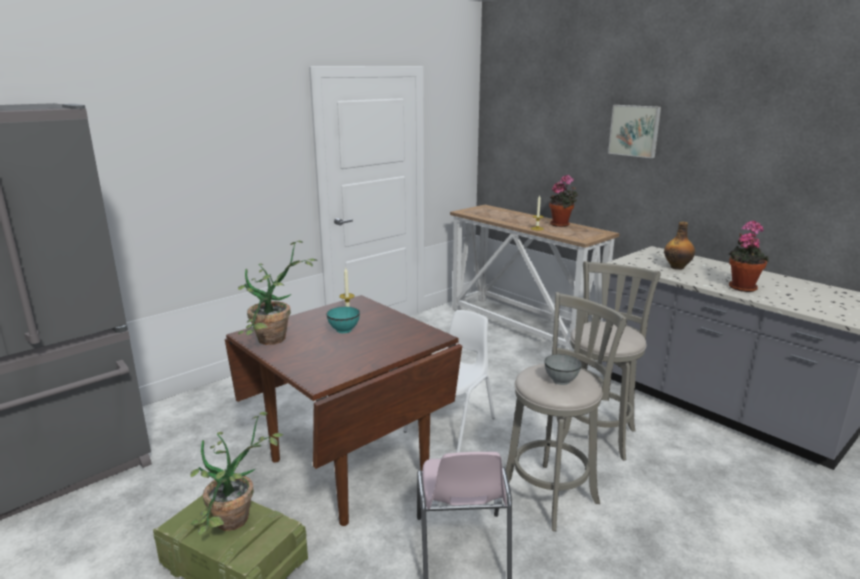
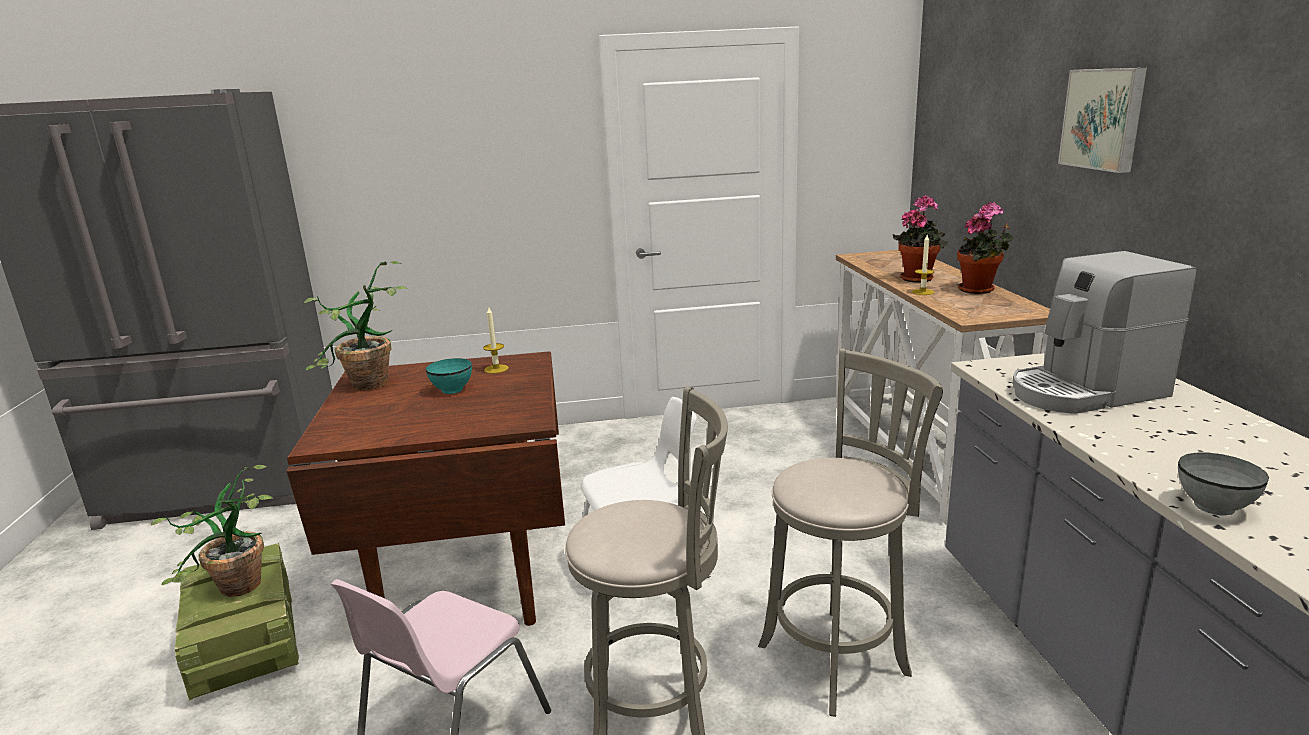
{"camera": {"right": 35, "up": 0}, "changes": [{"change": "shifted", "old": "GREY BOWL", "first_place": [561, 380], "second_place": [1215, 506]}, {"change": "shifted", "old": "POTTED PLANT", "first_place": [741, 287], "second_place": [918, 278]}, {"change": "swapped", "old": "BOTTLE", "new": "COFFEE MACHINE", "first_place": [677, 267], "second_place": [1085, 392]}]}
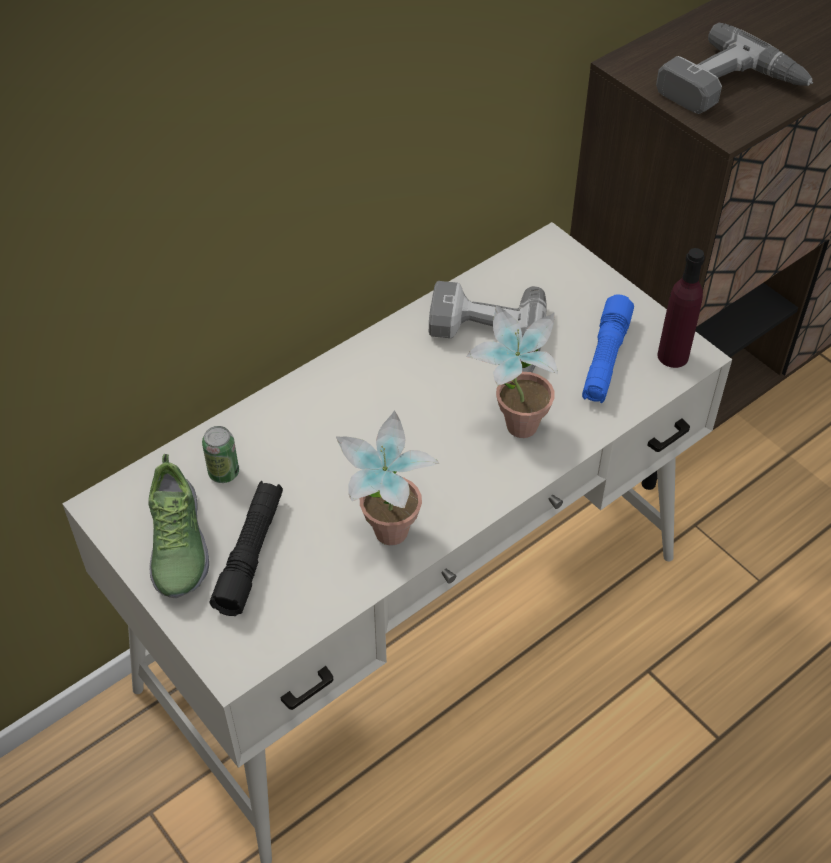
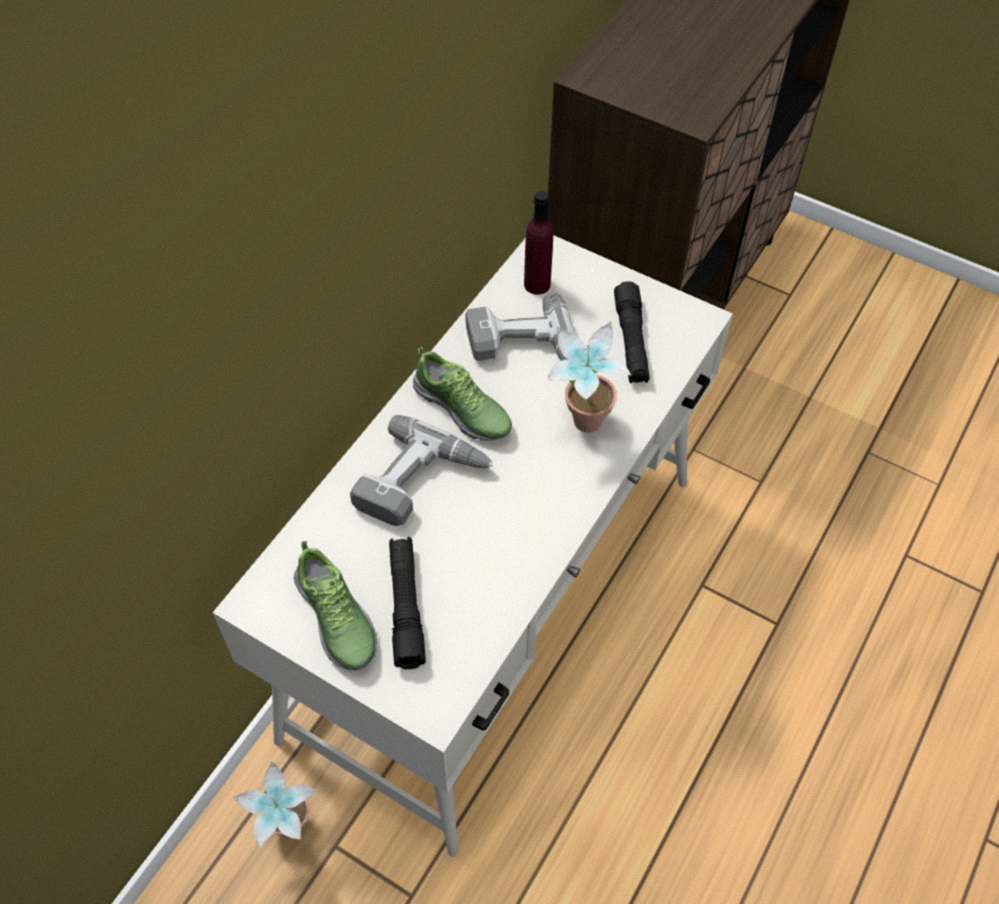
{"camera": {"right": -20, "up": 5}, "changes": [{"change": "gone", "old": "CAN", "first_place": [224, 473]}, {"change": "new", "new": "SHOE", "second_place": [463, 409]}, {"change": "shifted", "old": "POTTED PLANT", "first_place": [387, 542], "second_place": [290, 834]}, {"change": "shifted", "old": "POWER DRILL", "first_place": [731, 89], "second_place": [421, 484]}, {"change": "shifted", "old": "PURPLE BOTTLE", "first_place": [673, 356], "second_place": [537, 284]}, {"change": "repainted", "old": "BLUE FLASHLIGHT", "new": "BLACK FLASHLIGHT", "first_place": [605, 359], "second_place": [631, 341]}]}
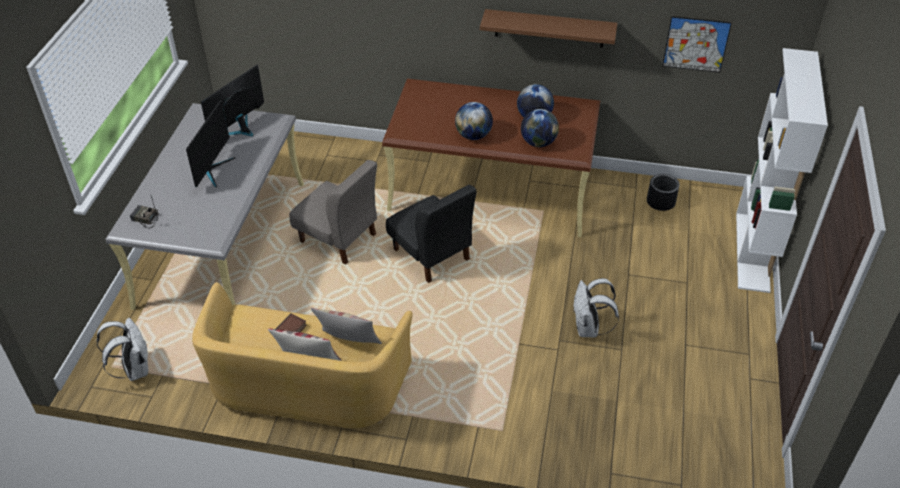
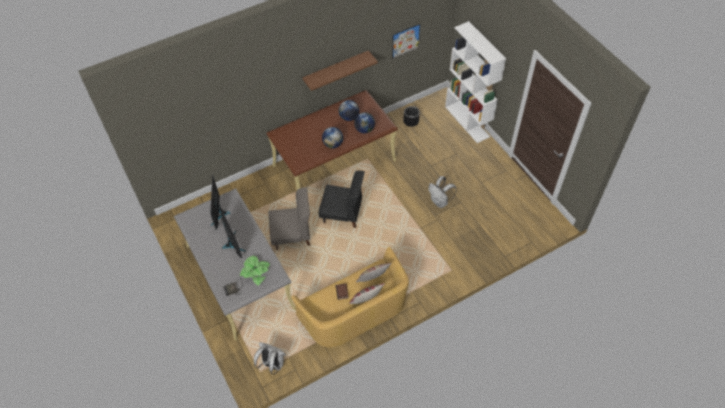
{"camera": {"right": -40, "up": 10}, "changes": [{"change": "new", "new": "POTTED PLANT", "second_place": [255, 271]}]}
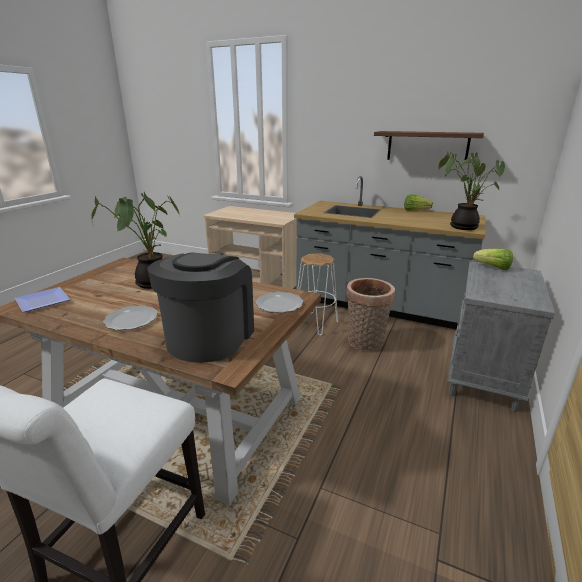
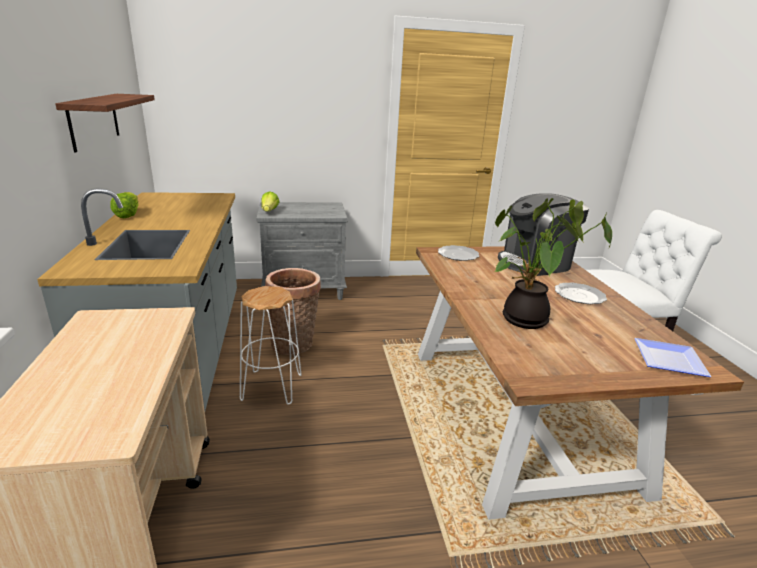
{"camera": {"right": -125, "up": 0}, "changes": [{"change": "gone", "old": "POTTED PLANT", "first_place": [463, 226]}]}
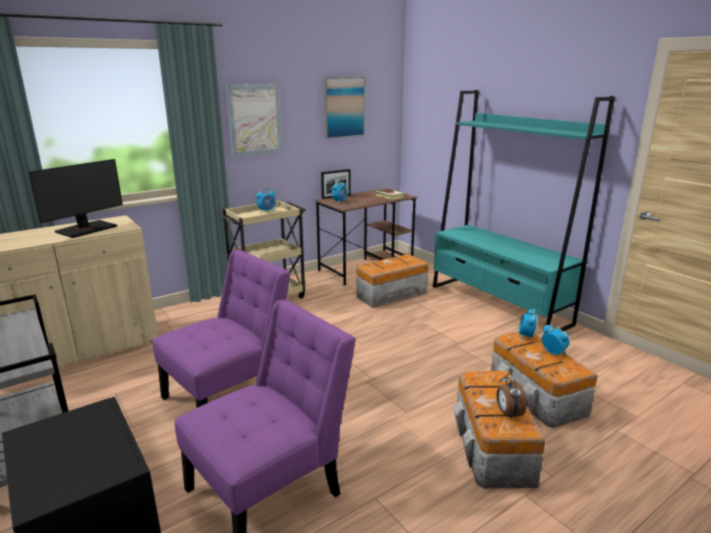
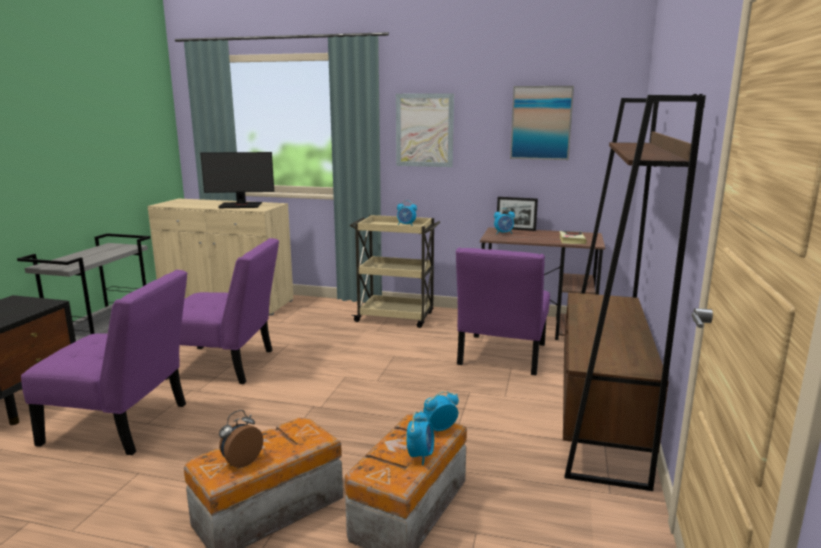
{"camera": {"right": 50, "up": -5}, "changes": [{"change": "swapped", "old": "STORAGE BOX", "new": "PURPLE CHAIR", "first_place": [390, 295], "second_place": [501, 357]}, {"change": "repainted", "old": "TURQUOISE BOOKCASE", "new": "BROWN BOOKCASE", "first_place": [498, 305], "second_place": [600, 419]}]}
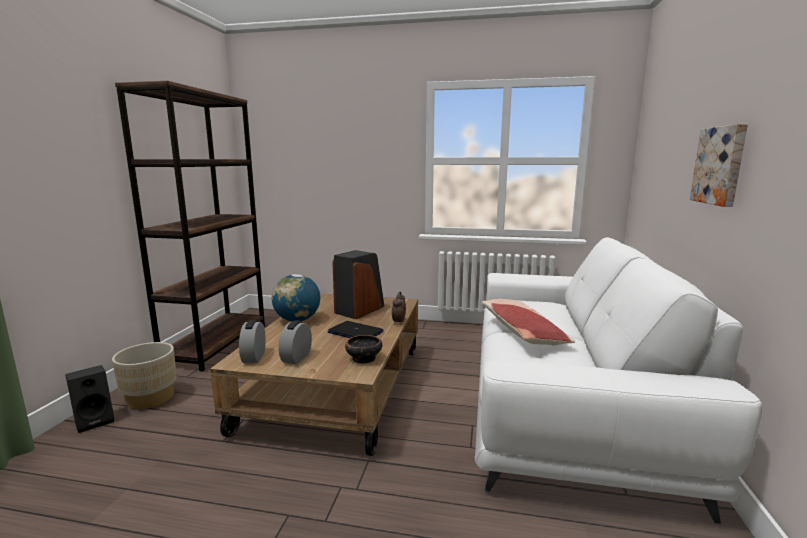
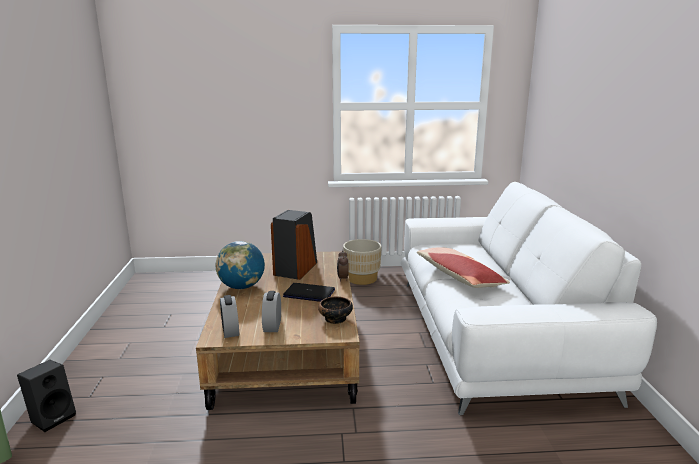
{"camera": {"right": -15, "up": 5}, "changes": [{"change": "gone", "old": "BROWN BOOKCASE", "first_place": [217, 344]}, {"change": "gone", "old": "PICTURE", "first_place": [720, 165]}, {"change": "shifted", "old": "BEIGE PLANTER", "first_place": [150, 398], "second_place": [362, 278]}]}
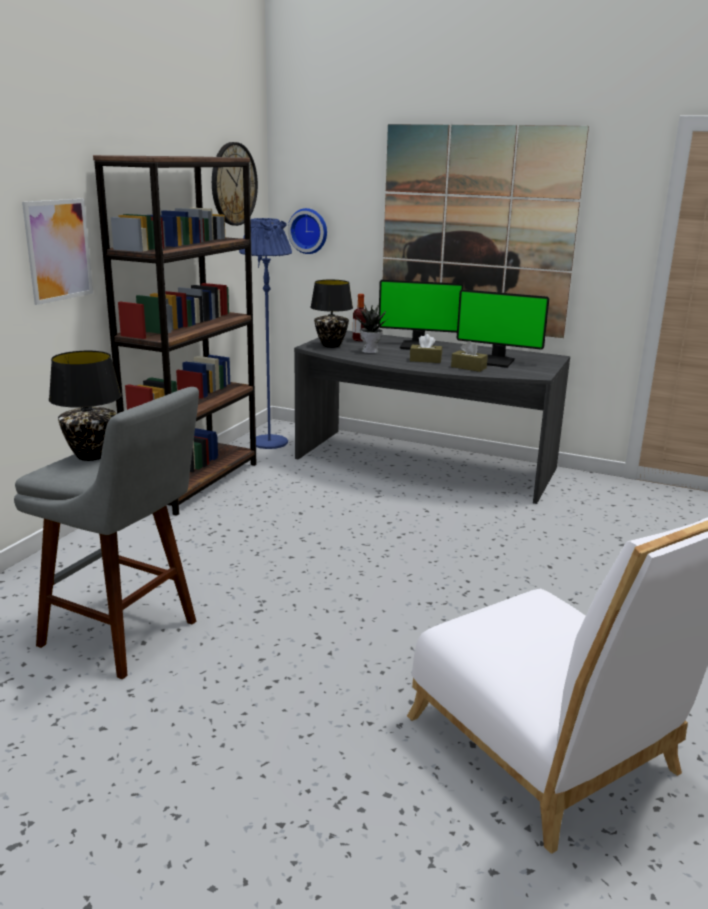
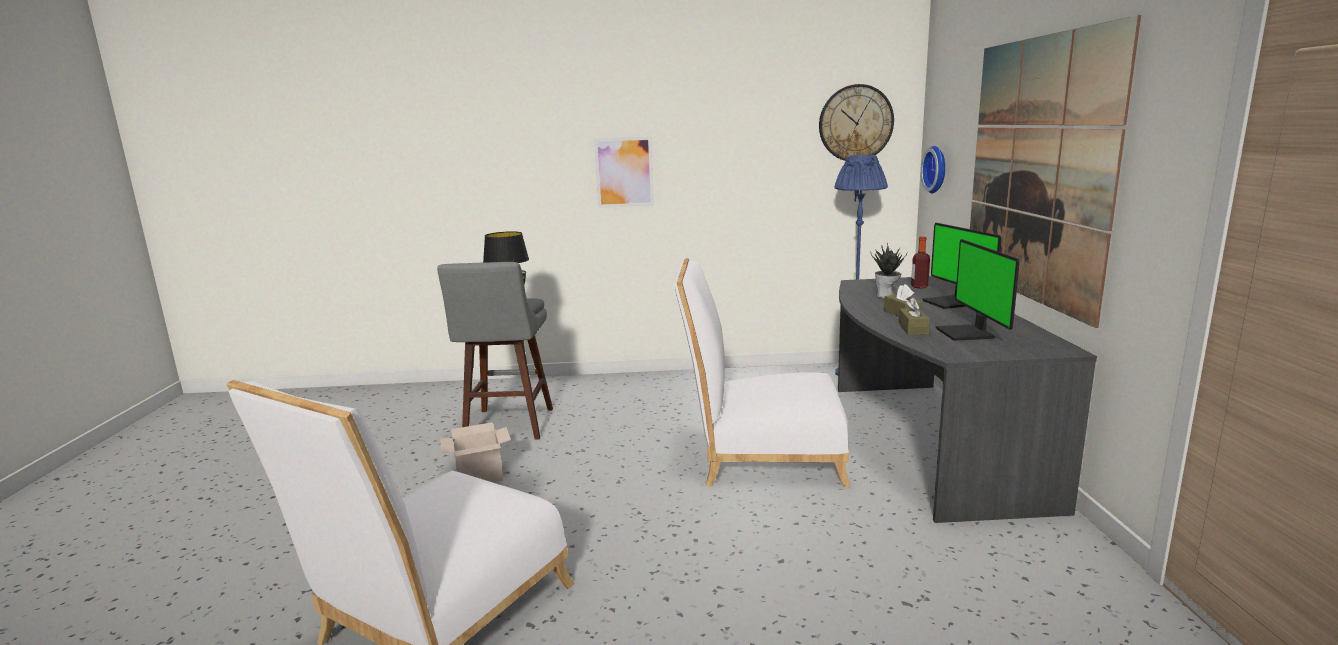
{"camera": {"right": 65, "up": -5}, "changes": [{"change": "gone", "old": "BROWN BOOKCASE", "first_place": [195, 482]}, {"change": "gone", "old": "BLACK TABLE LAMP", "first_place": [330, 345]}, {"change": "new", "new": "CARDBOARD BOX", "second_place": [481, 476]}, {"change": "new", "new": "WHITE CHAIR", "second_place": [761, 458]}]}
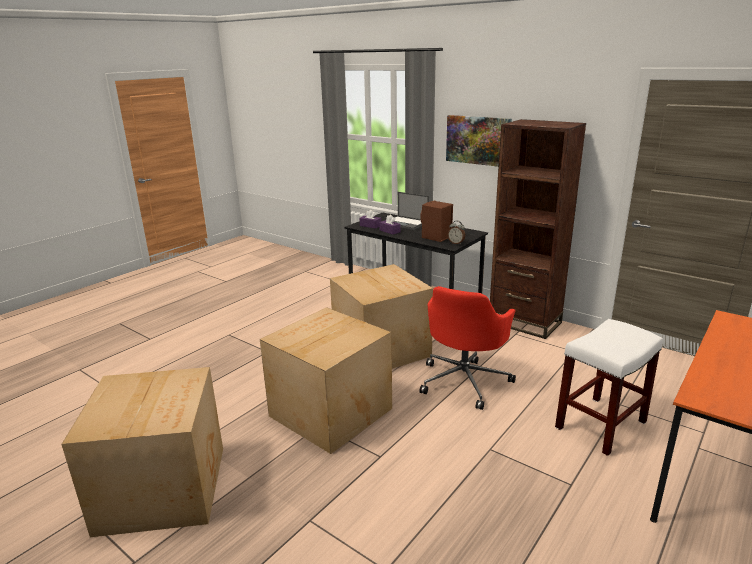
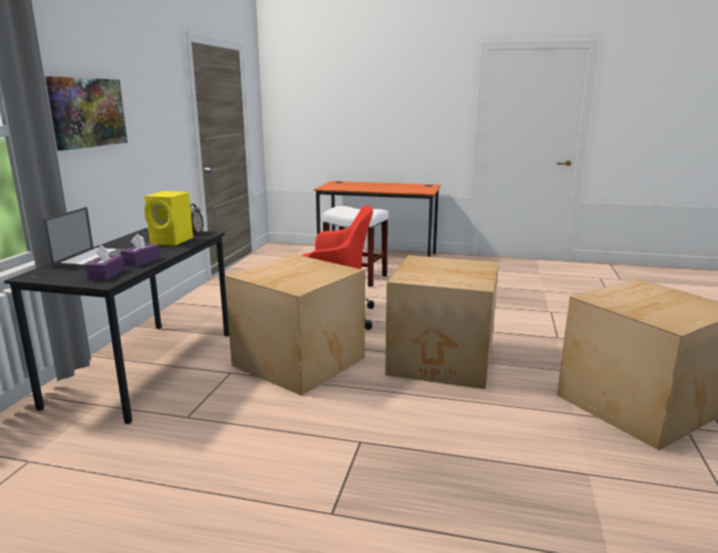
{"camera": {"right": -115, "up": -5}, "changes": [{"change": "gone", "old": "BROWN BOOKCASE", "first_place": [524, 322]}, {"change": "repainted", "old": "BROWN SPEAKER", "new": "YELLOW SPEAKER", "first_place": [435, 237], "second_place": [172, 241]}]}
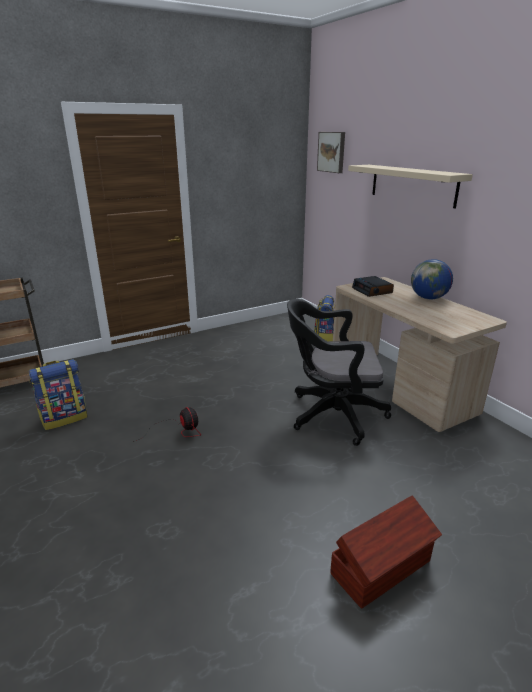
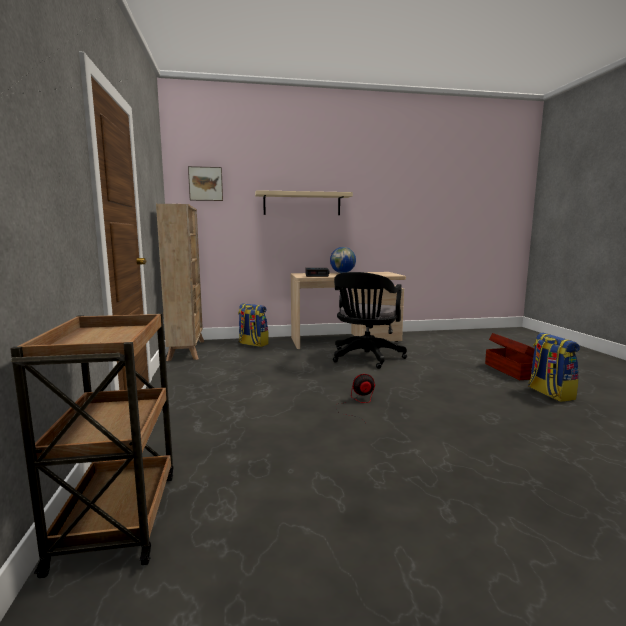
{"camera": {"right": -70, "up": -15}, "changes": [{"change": "new", "new": "BEIGE BOOKCASE", "second_place": [187, 350]}, {"change": "shifted", "old": "BACKPACK", "first_place": [64, 418], "second_place": [549, 394]}]}
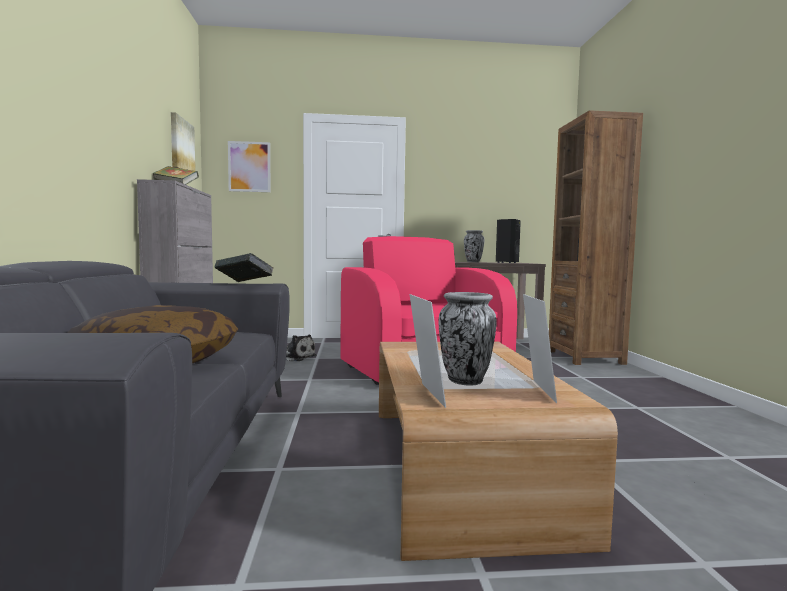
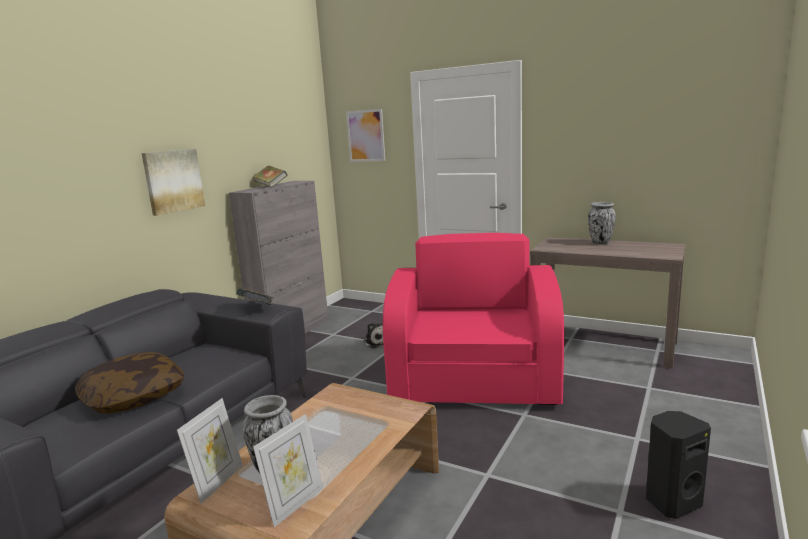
{"camera": {"right": 35, "up": 10}, "changes": [{"change": "gone", "old": "BROWN BOOKCASE", "first_place": [585, 357]}, {"change": "shifted", "old": "PICTURE", "first_place": [181, 145], "second_place": [173, 181]}, {"change": "shifted", "old": "BLACK SPEAKER", "first_place": [506, 262], "second_place": [671, 501]}]}
